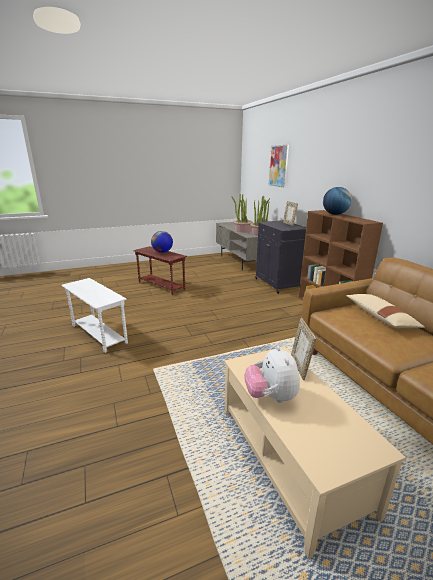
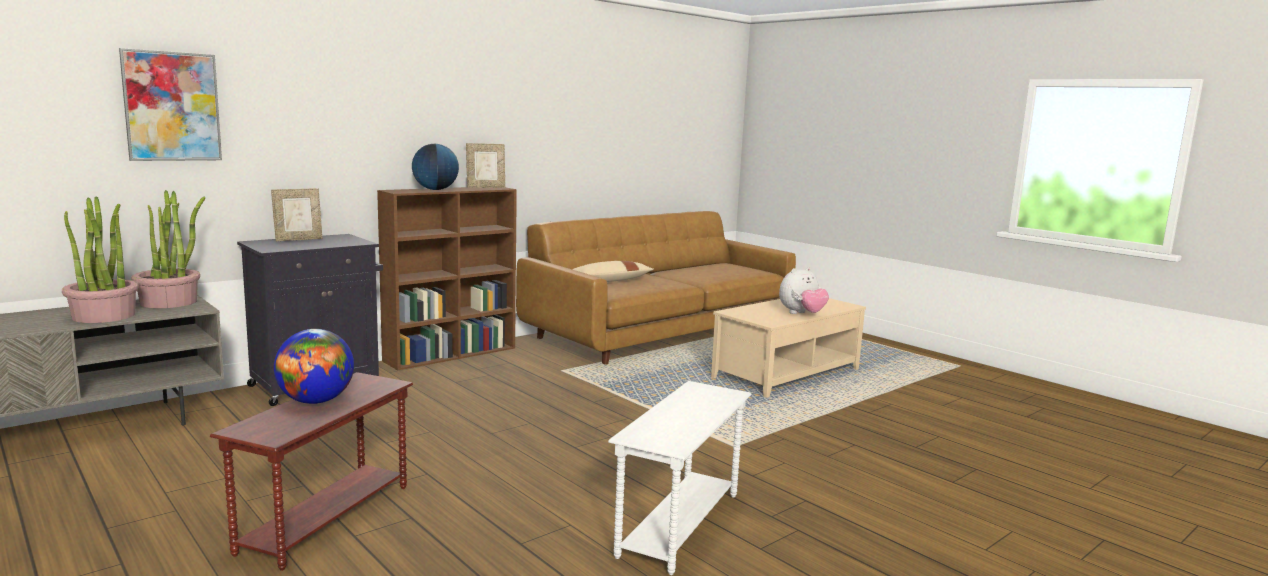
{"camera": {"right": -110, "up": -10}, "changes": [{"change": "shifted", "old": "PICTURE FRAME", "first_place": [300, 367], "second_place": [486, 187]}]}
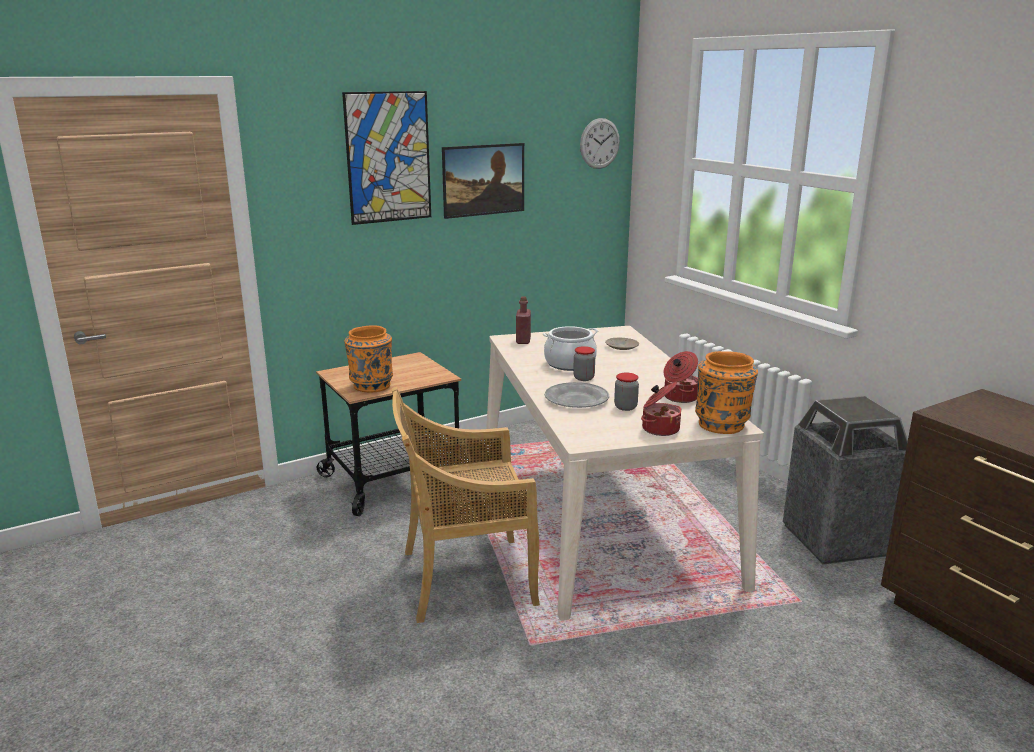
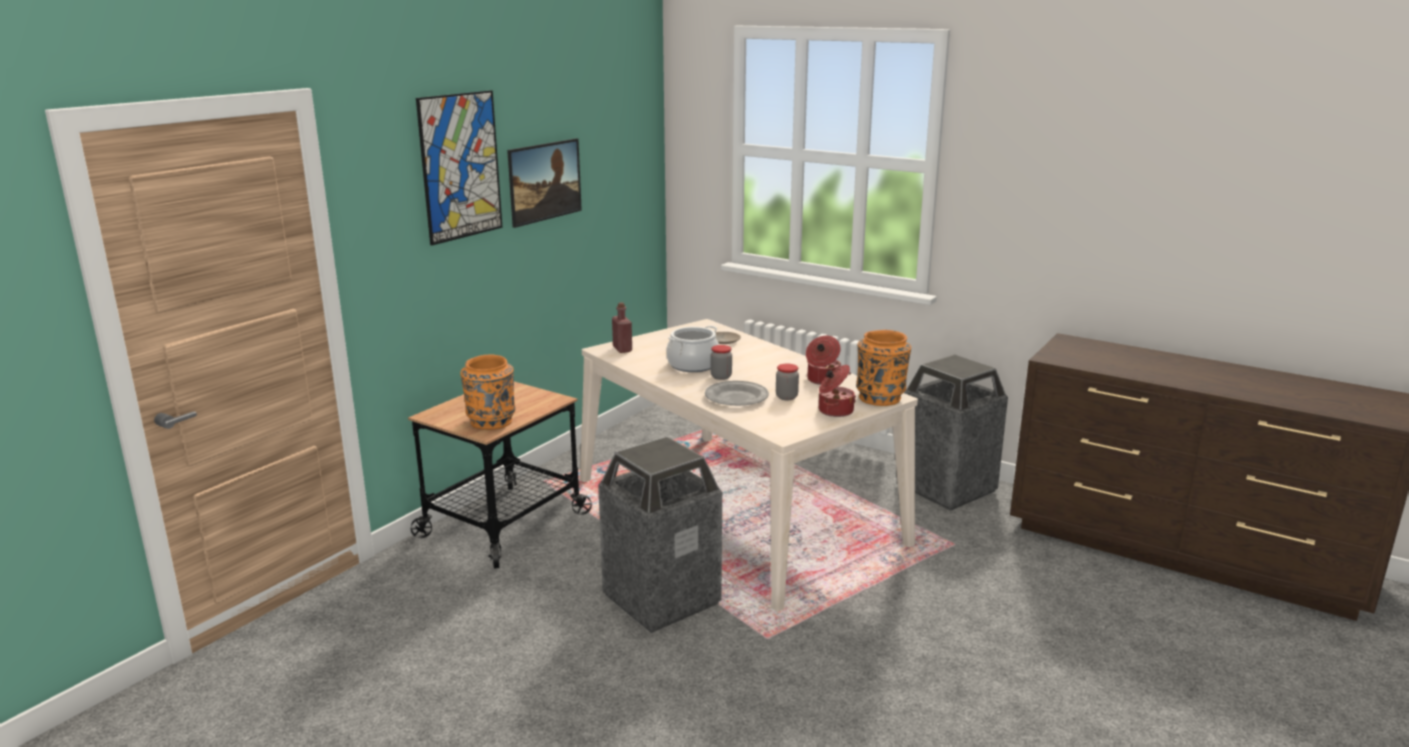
{"camera": {"right": -25, "up": 0}, "changes": [{"change": "gone", "old": "WALL CLOCK", "first_place": [599, 143]}, {"change": "swapped", "old": "BEIGE CHAIR", "new": "TRASH CAN", "first_place": [465, 579], "second_place": [660, 599]}]}
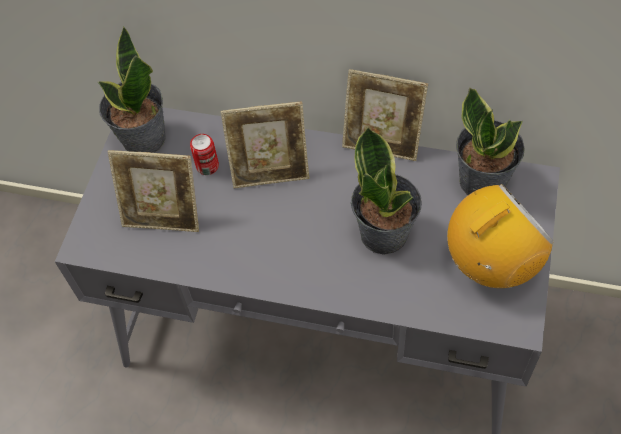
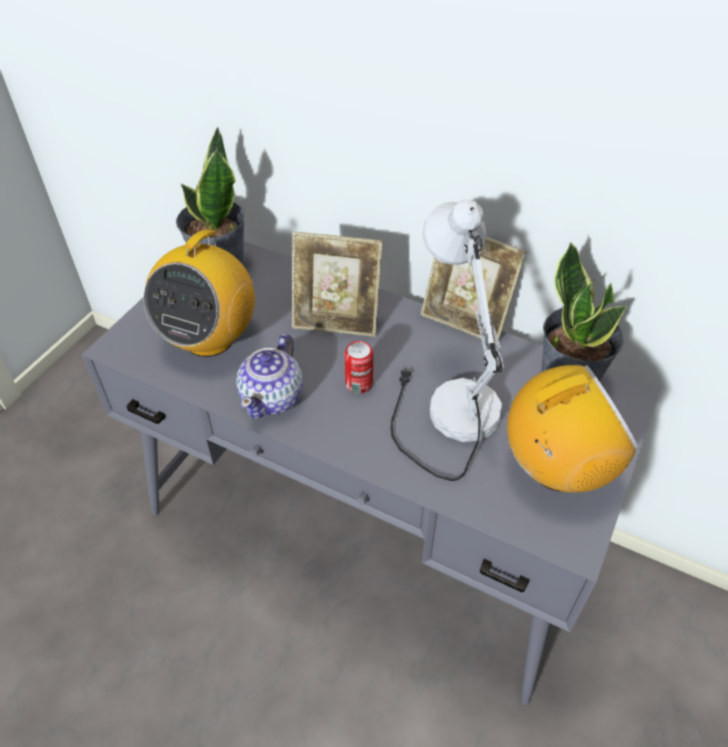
{"camera": {"right": 10, "up": -10}, "changes": [{"change": "new", "new": "TEAPOT", "second_place": [273, 397]}, {"change": "shifted", "old": "CAN", "first_place": [207, 166], "second_place": [359, 384]}, {"change": "swapped", "old": "PICTURE FRAME", "new": "RADIO", "first_place": [164, 216], "second_place": [209, 338]}, {"change": "swapped", "old": "POTTED PLANT", "new": "WHITE TABLE LAMP", "first_place": [385, 233], "second_place": [441, 408]}]}
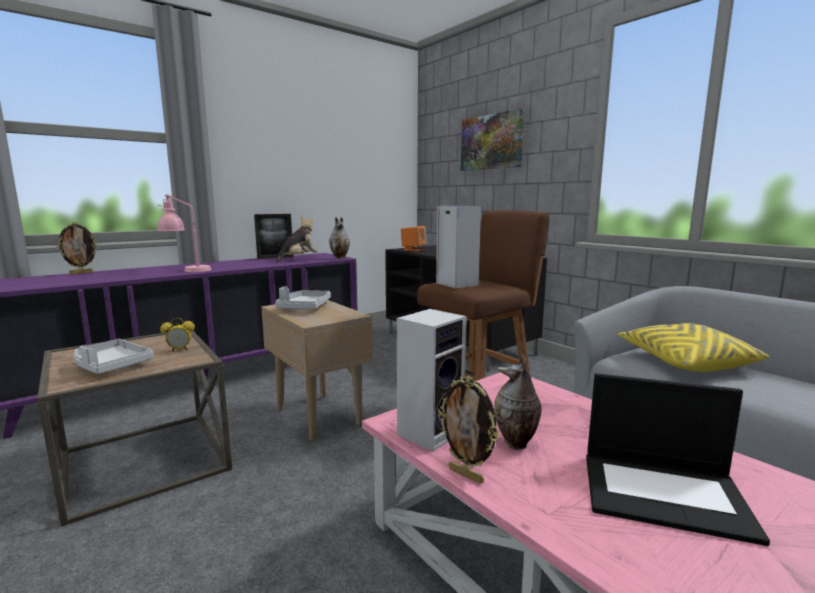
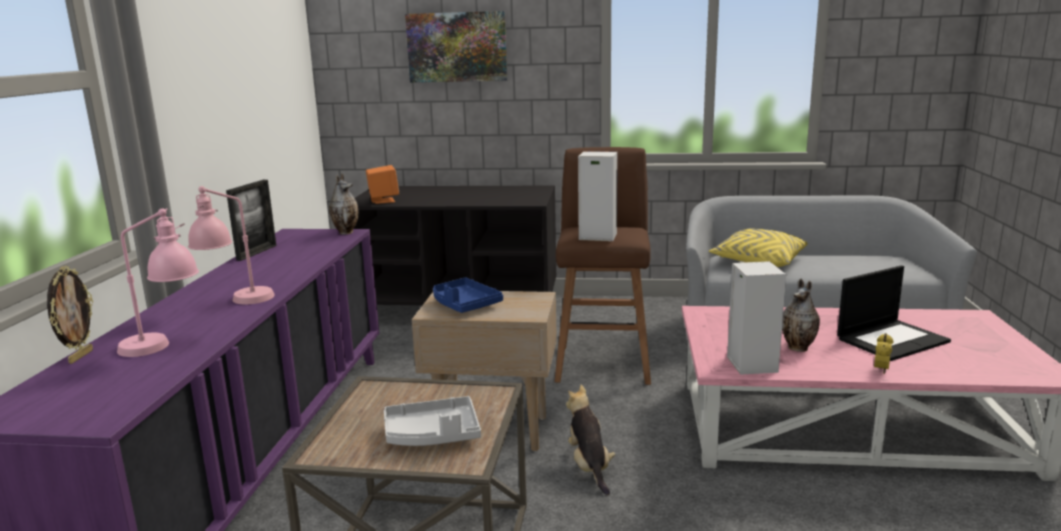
{"camera": {"right": -45, "up": 5}, "changes": [{"change": "gone", "old": "PICTURE FRAME", "first_place": [466, 475]}, {"change": "new", "new": "PINK TABLE LAMP", "second_place": [165, 346]}, {"change": "shifted", "old": "ALARM CLOCK", "first_place": [180, 350], "second_place": [881, 370]}, {"change": "shifted", "old": "PLUSH TOY", "first_place": [298, 259], "second_place": [589, 466]}, {"change": "repainted", "old": "GREY TRAY", "new": "BLUE TRAY", "first_place": [304, 307], "second_place": [464, 305]}]}
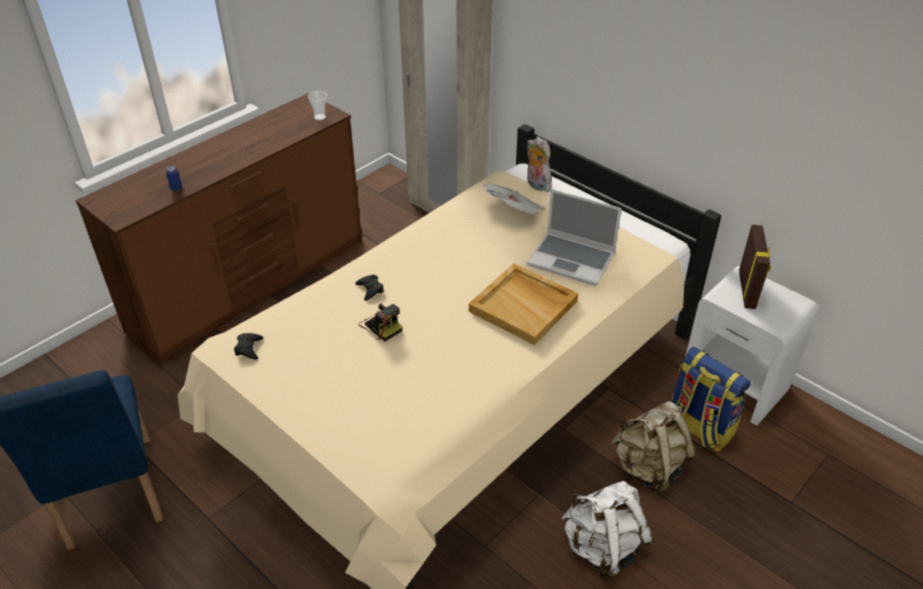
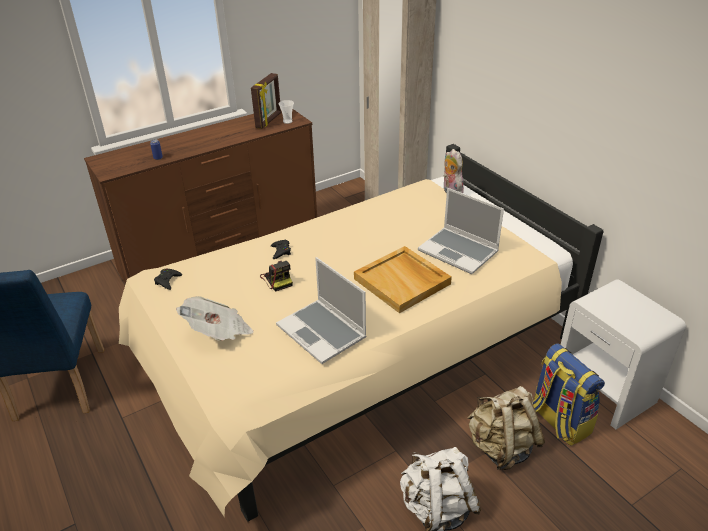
{"camera": {"right": 15, "up": -5}, "changes": [{"change": "new", "new": "LAPTOP", "second_place": [323, 332]}, {"change": "shifted", "old": "NEWSPAPER", "first_place": [514, 212], "second_place": [219, 332]}, {"change": "shifted", "old": "PICTURE FRAME", "first_place": [747, 290], "second_place": [269, 121]}]}
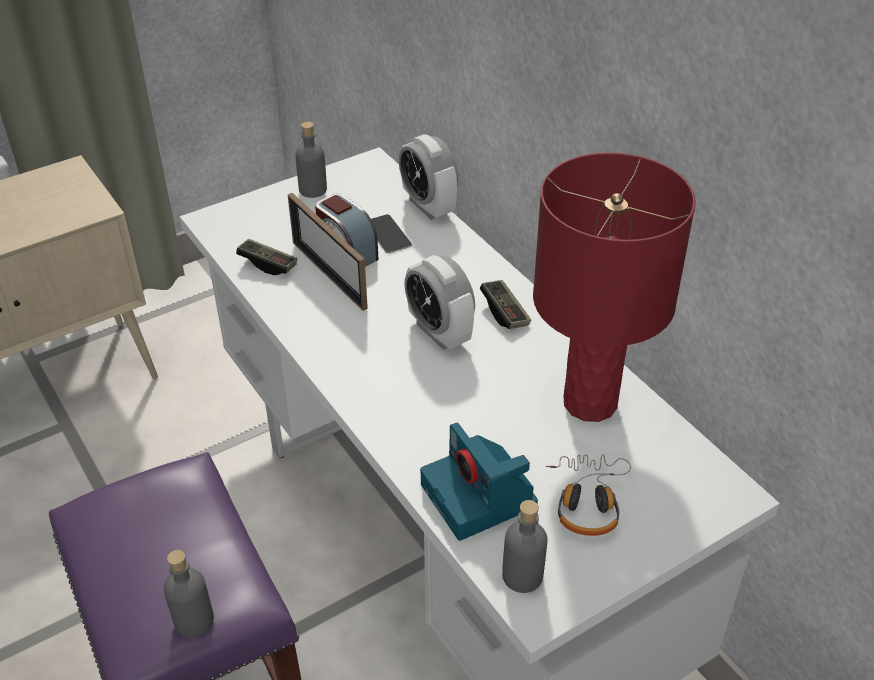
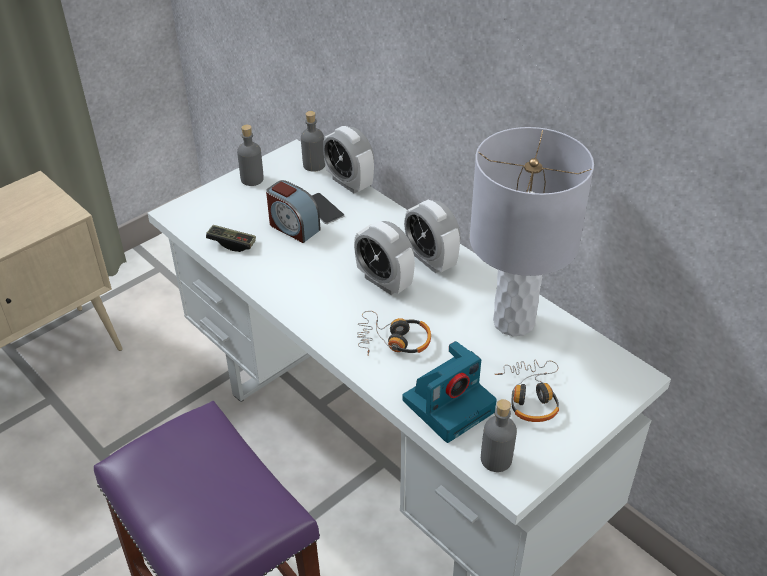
{"camera": {"right": -10, "up": 0}, "changes": [{"change": "gone", "old": "PICTURE FRAME", "first_place": [329, 275]}, {"change": "new", "new": "HEADPHONES", "second_place": [393, 341]}, {"change": "shifted", "old": "GREY BOTTLE", "first_place": [193, 620], "second_place": [314, 165]}, {"change": "swapped", "old": "GAME CONTROLLER", "new": "ALARM CLOCK", "first_place": [504, 312], "second_place": [431, 260]}, {"change": "repainted", "old": "RED TABLE LAMP", "new": "GREY TABLE LAMP", "first_place": [590, 402], "second_place": [513, 321]}, {"change": "rotated", "old": "PHOTO CAMERA", "first_place": [480, 497], "second_place": [449, 404], "degrees": -90}]}
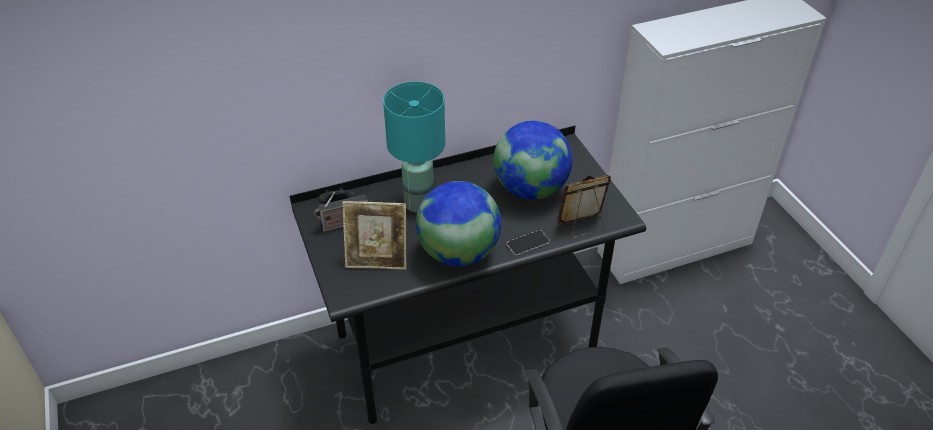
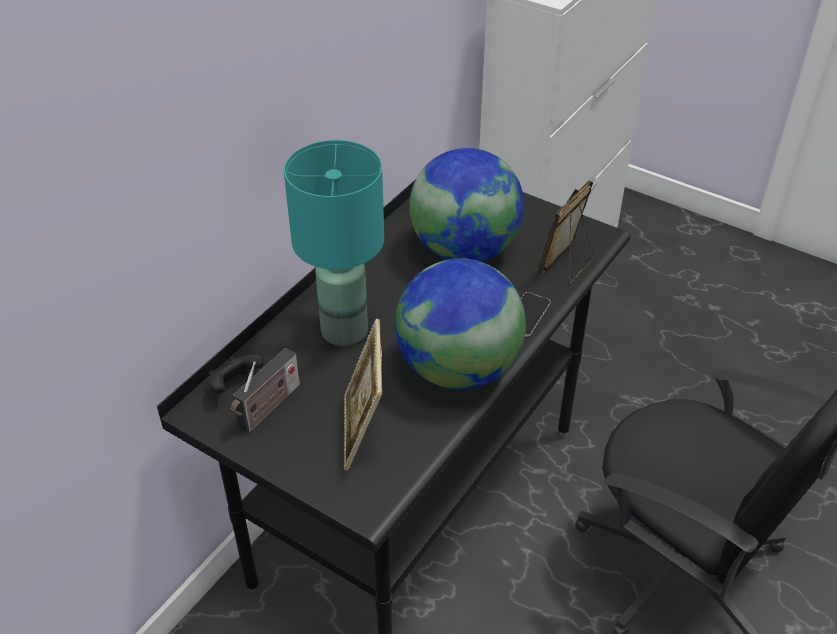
{"camera": {"right": -35, "up": 0}, "changes": [{"change": "rotated", "old": "PICTURE FRAME", "first_place": [377, 260], "second_place": [364, 432], "degrees": 120}]}
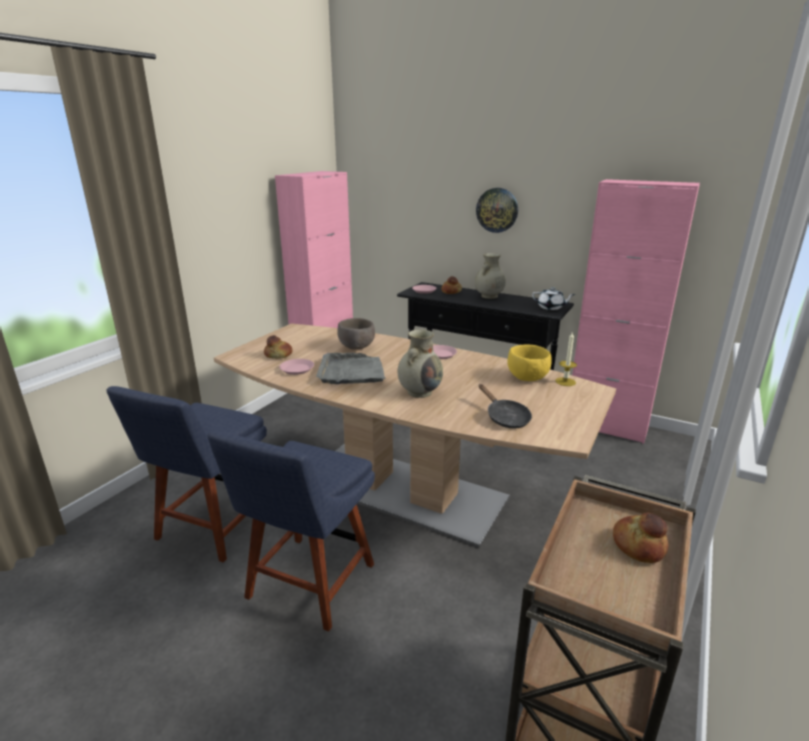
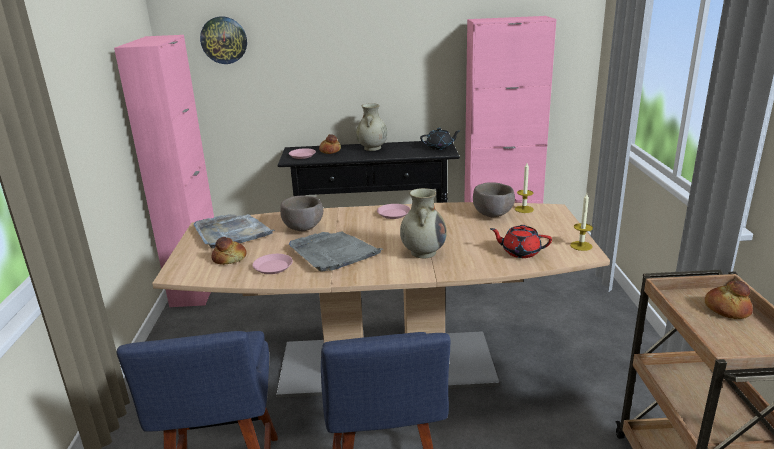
{"camera": {"right": -30, "up": 0}, "changes": [{"change": "new", "new": "GREY TRAY", "second_place": [232, 233]}, {"change": "new", "new": "CANDLE", "second_place": [581, 246]}, {"change": "shifted", "old": "WALL CLOCK", "first_place": [497, 210], "second_place": [224, 40]}, {"change": "swapped", "old": "BLACK FRYING PAN", "new": "RED TEAPOT", "first_place": [505, 418], "second_place": [520, 252]}, {"change": "repainted", "old": "YELLOW BOWL", "new": "BROWN BOWL", "first_place": [527, 378], "second_place": [492, 215]}, {"change": "repainted", "old": "WHITE TEAPOT", "new": "BLACK TEAPOT", "first_place": [551, 307], "second_place": [440, 147]}]}
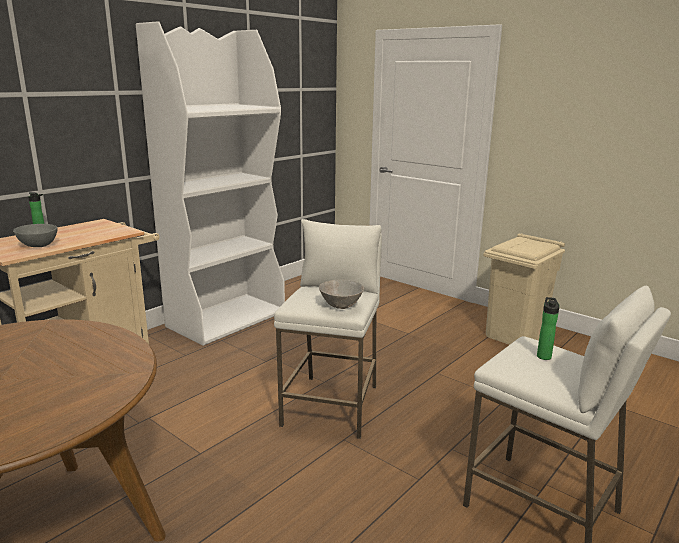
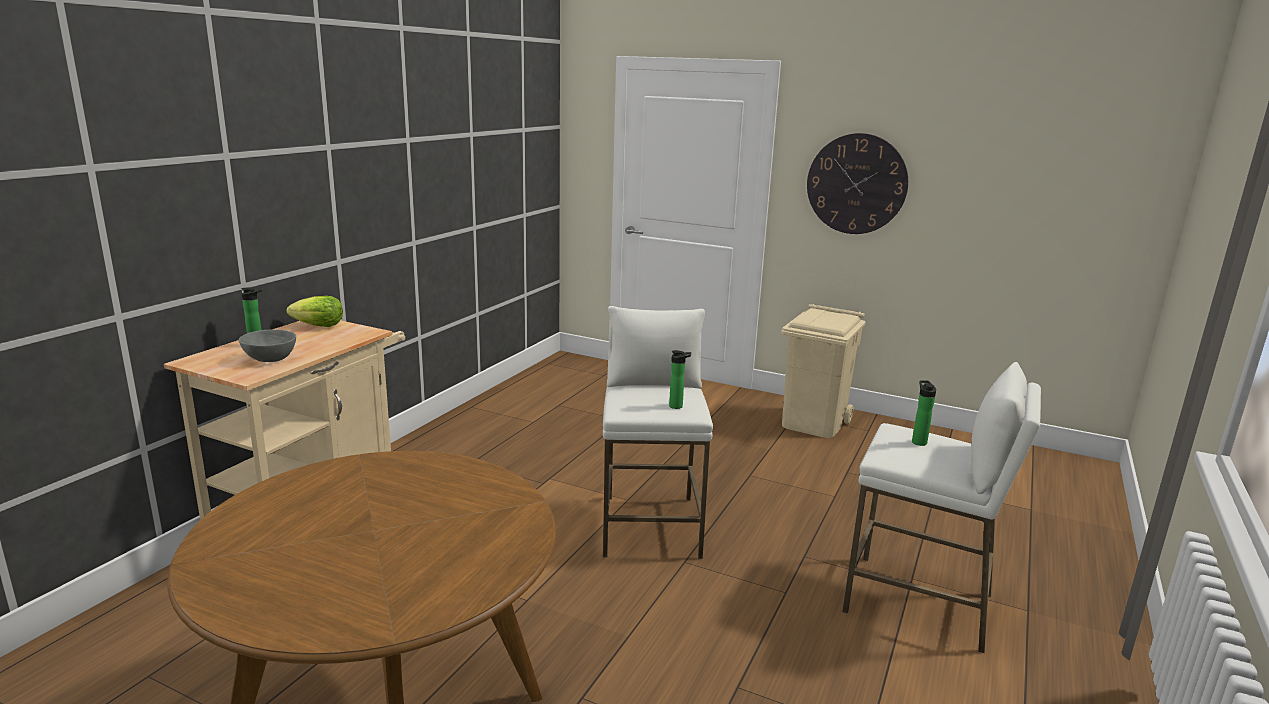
{"camera": {"right": -15, "up": 0}, "changes": [{"change": "gone", "old": "WHITE BOOKCASE", "first_place": [227, 319]}, {"change": "new", "new": "LETTUCE", "second_place": [319, 326]}, {"change": "new", "new": "WALL CLOCK", "second_place": [856, 184]}, {"change": "swapped", "old": "GREY BOWL", "new": "BOTTLE", "first_place": [341, 306], "second_place": [678, 406]}]}
